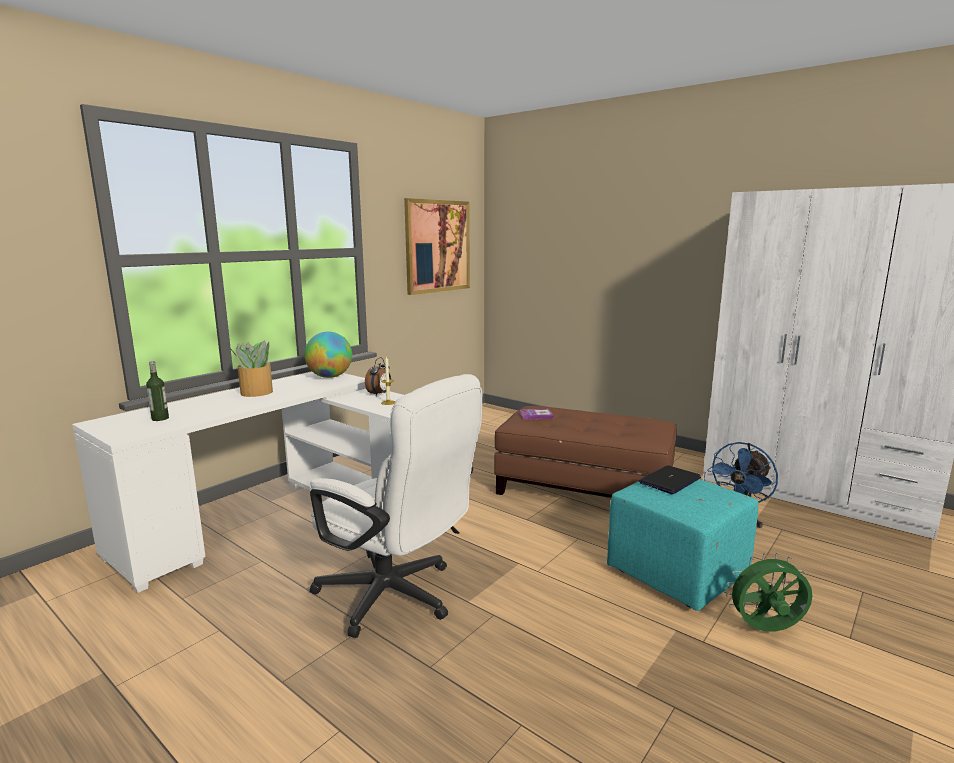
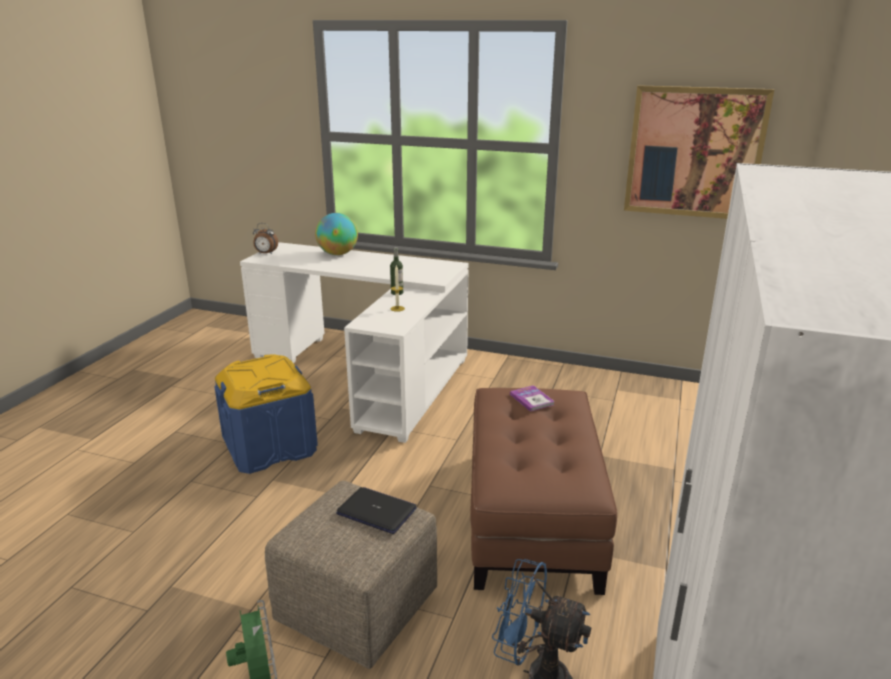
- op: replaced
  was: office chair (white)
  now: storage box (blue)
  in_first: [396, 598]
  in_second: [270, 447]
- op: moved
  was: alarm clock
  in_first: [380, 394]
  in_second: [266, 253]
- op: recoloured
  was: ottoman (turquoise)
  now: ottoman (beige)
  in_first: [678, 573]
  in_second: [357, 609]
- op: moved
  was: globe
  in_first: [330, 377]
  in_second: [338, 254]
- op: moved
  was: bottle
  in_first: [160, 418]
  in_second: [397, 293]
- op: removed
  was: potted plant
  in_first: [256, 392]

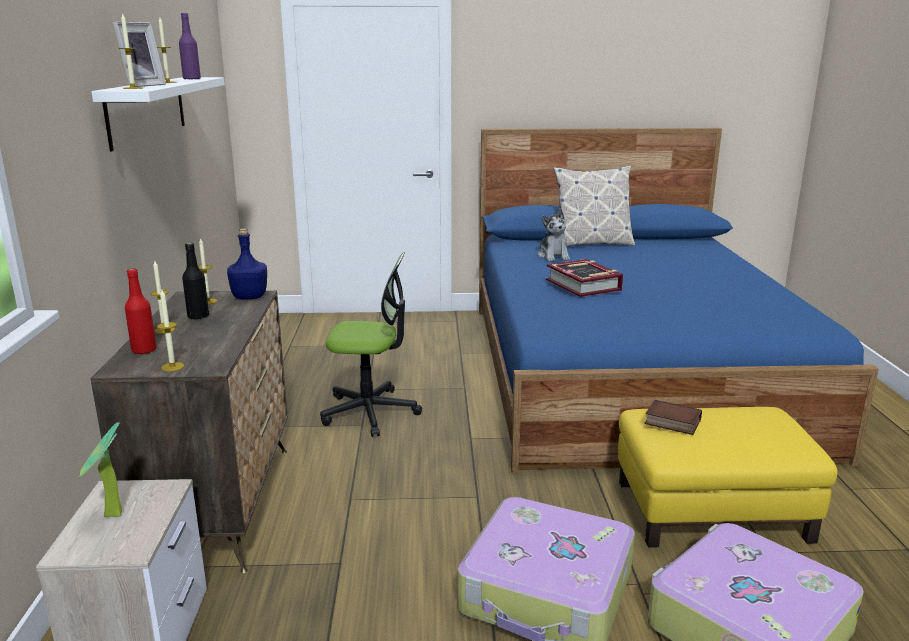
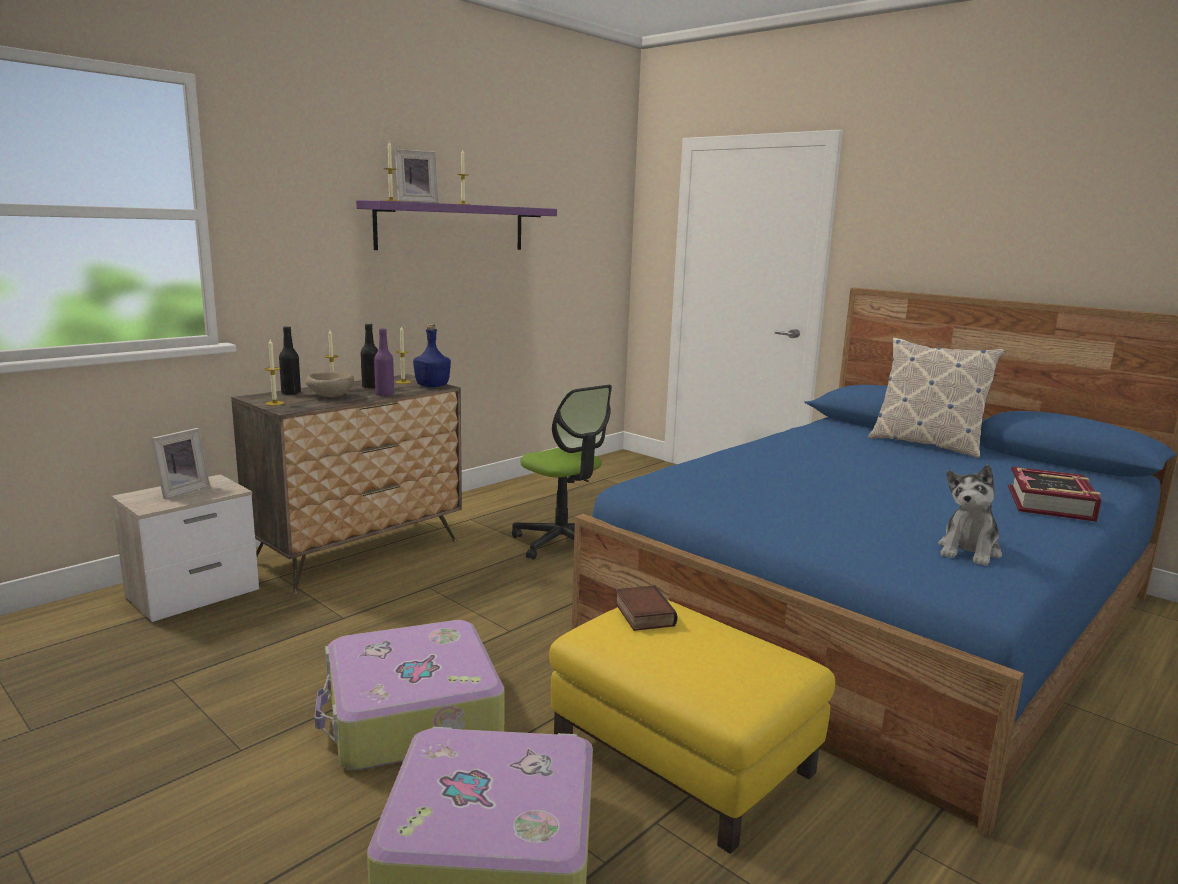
- op: replaced
  was: potted plant
  now: picture frame
  in_first: [110, 517]
  in_second: [181, 490]
- op: recoloured
  was: bottle (red)
  now: bottle (black)
  in_first: [144, 350]
  in_second: [291, 393]
- op: added
  now: bowl (beige)
  in_second: [330, 397]
- op: recoloured
  was: shelf (white)
  now: shelf (purple)
  in_first: [147, 110]
  in_second: [452, 227]
- op: moved
  was: bottle (purple)
  in_first: [192, 79]
  in_second: [384, 394]
- op: moved
  was: plush toy
  in_first: [553, 256]
  in_second: [969, 551]
- op: moved
  was: book
  in_first: [584, 285]
  in_second: [1051, 503]

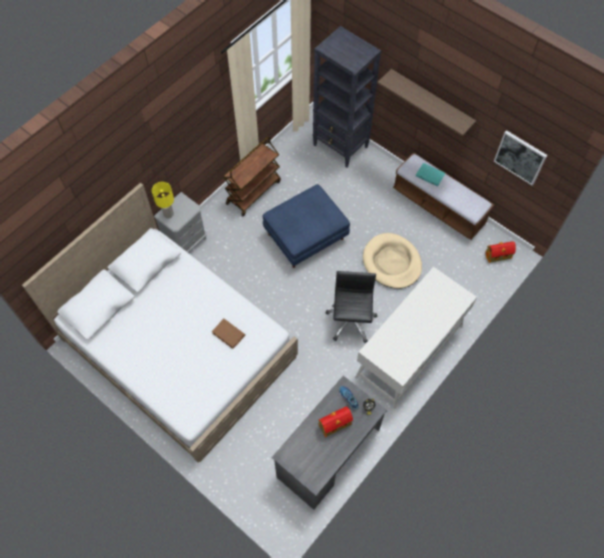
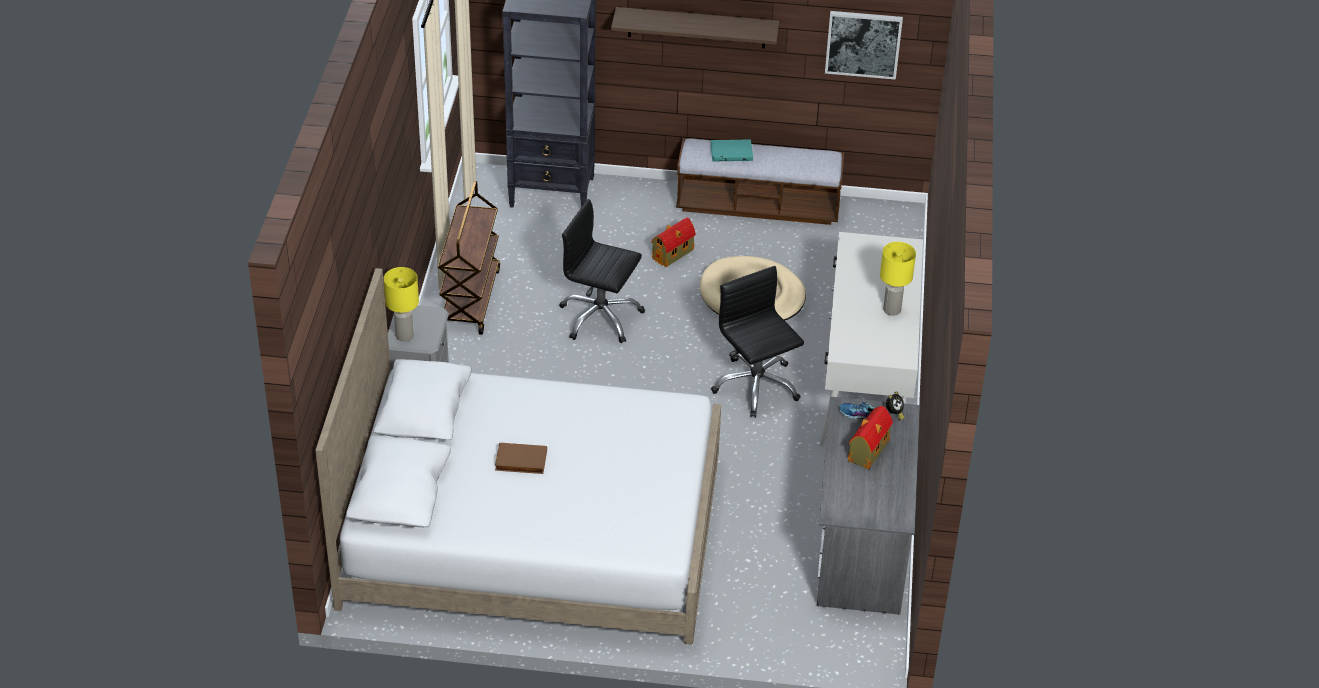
- op: moved
  was: book (brown)
  in_first: [228, 334]
  in_second: [520, 461]
- op: replaced
  was: ottoman (blue)
  now: office chair (black)
  in_first: [306, 236]
  in_second: [600, 317]
- op: moved
  was: toy house
  in_first: [498, 255]
  in_second: [673, 253]
- op: added
  now: table lamp (yellow)
  in_second: [892, 310]

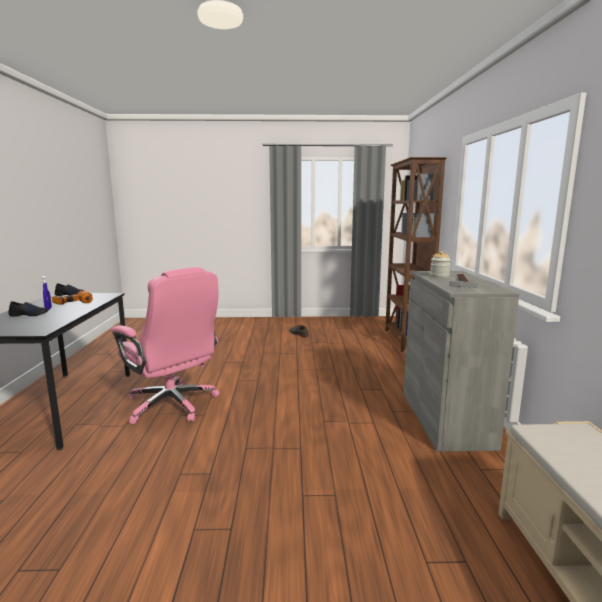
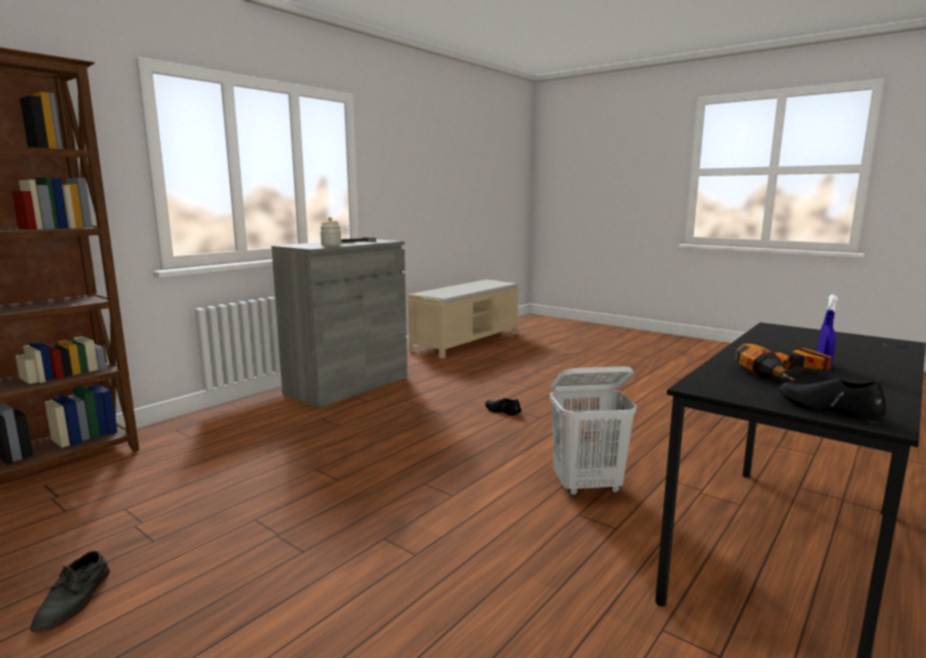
- op: moved
  was: shoe (black)
  in_first: [29, 315]
  in_second: [502, 411]
- op: replaced
  was: office chair (pink)
  now: laundry basket (white)
  in_first: [172, 405]
  in_second: [588, 486]

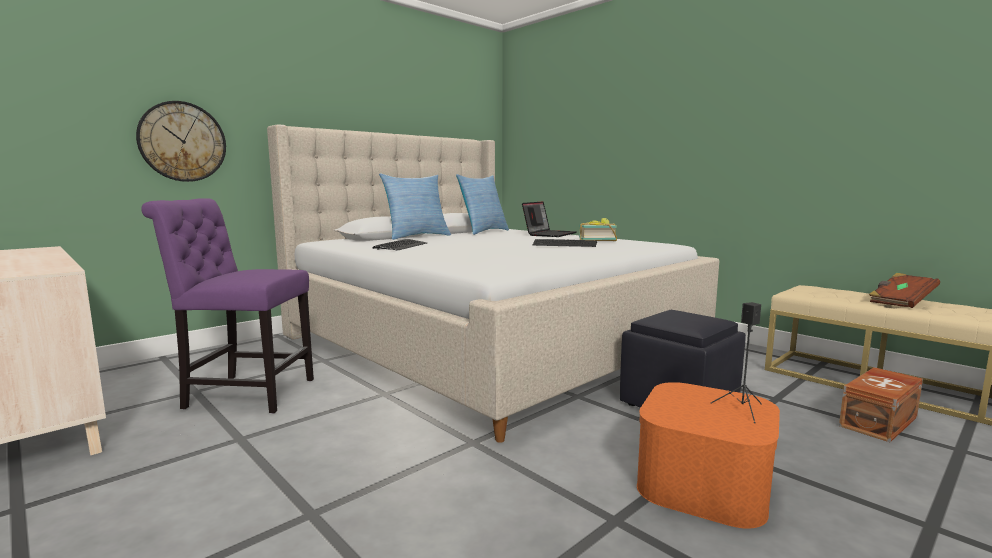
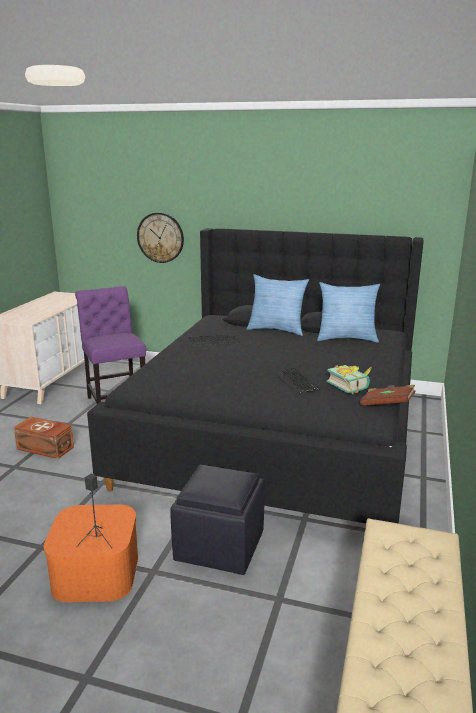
- op: moved
  was: storage box (brown)
  in_first: [880, 421]
  in_second: [45, 448]
- op: recoloured
  was: bed (beige)
  now: bed (black)
  in_first: [487, 341]
  in_second: [277, 435]
- op: moved
  was: book (brown)
  in_first: [900, 302]
  in_second: [387, 405]
- op: removed
  was: laptop
  in_first: [549, 234]

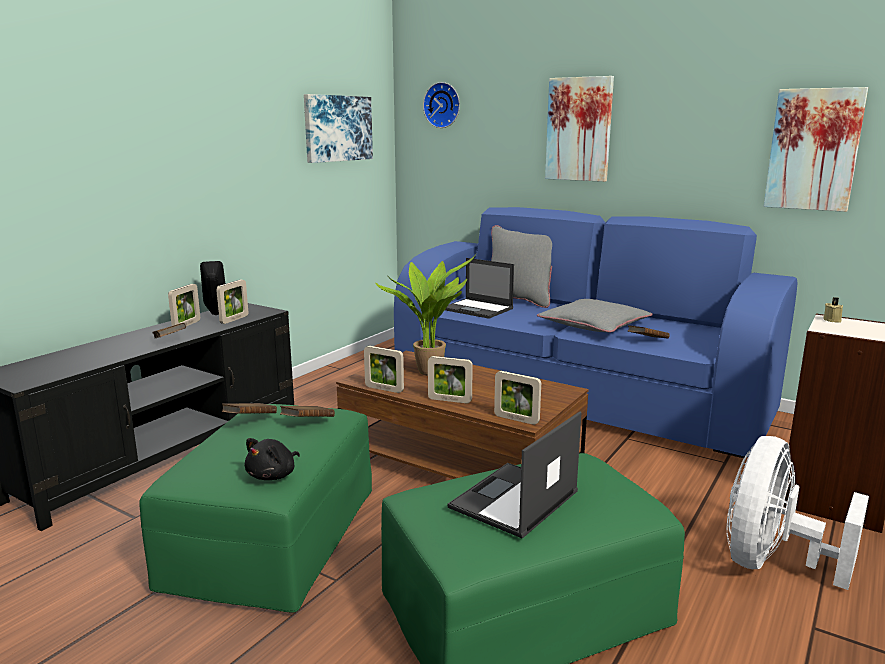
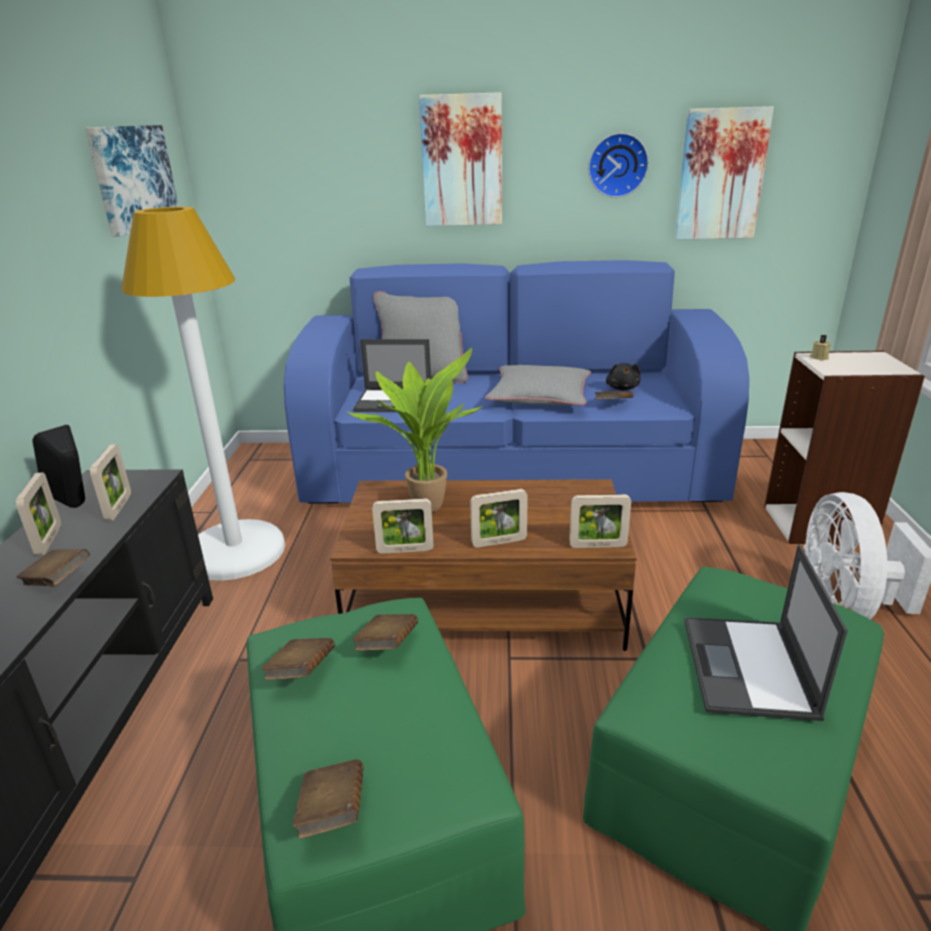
- op: added
  now: floor lamp (white)
  in_second: [236, 551]
- op: added
  now: book (brown)
  in_second: [332, 812]
- op: moved
  was: wall clock
  in_first: [443, 105]
  in_second: [617, 165]
- op: moved
  was: plush toy (black)
  in_first: [273, 475]
  in_second: [622, 388]

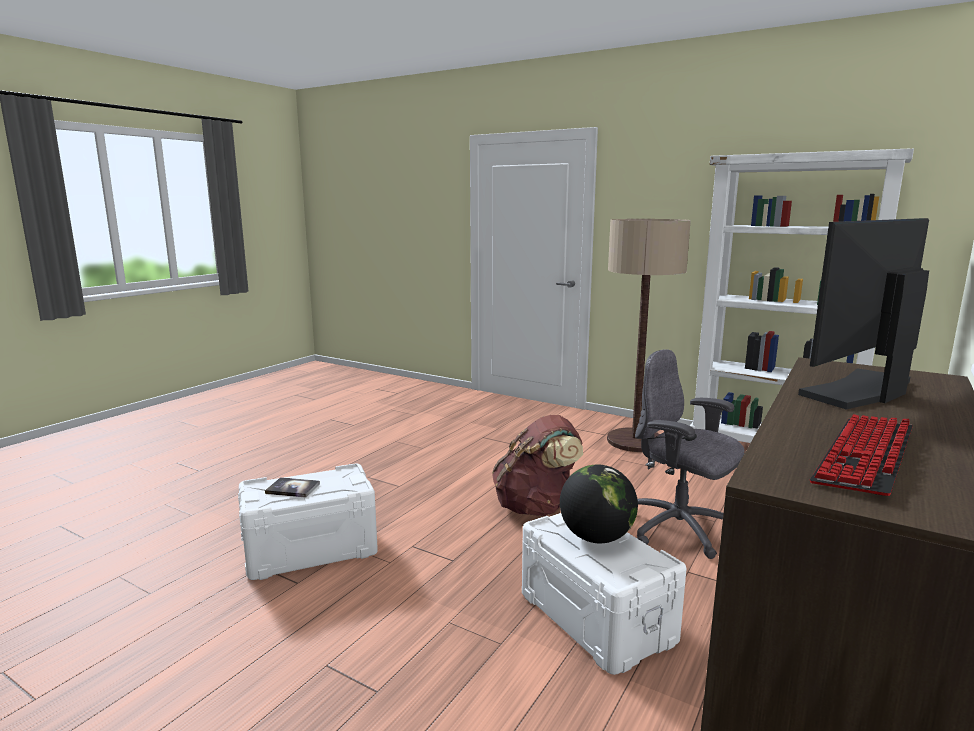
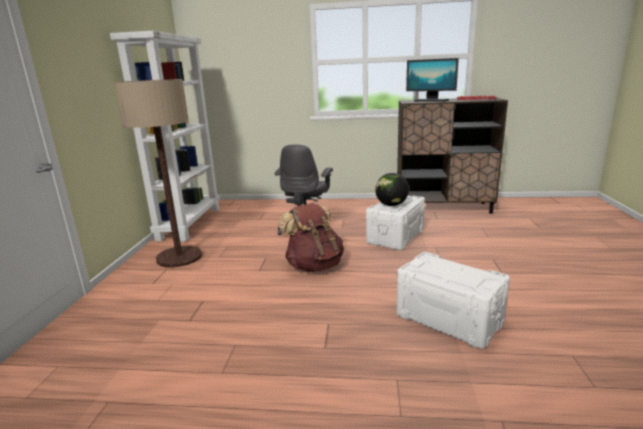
- op: removed
  was: book
  in_first: [292, 488]

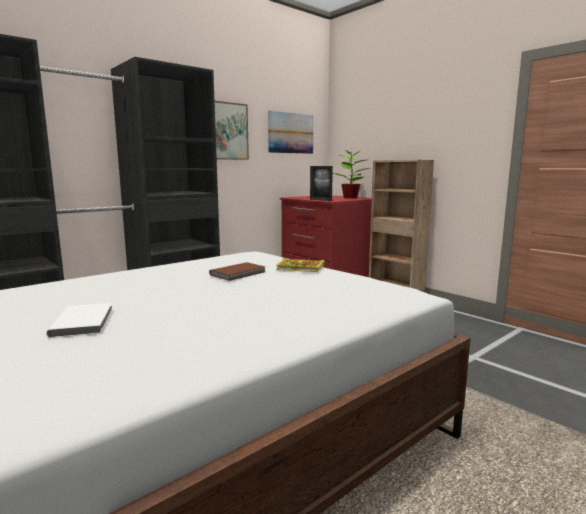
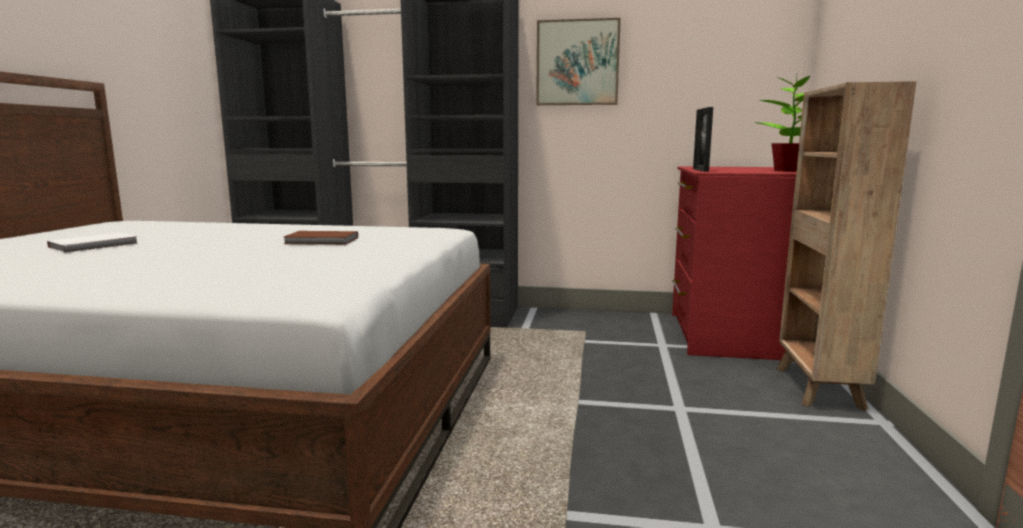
- op: removed
  was: picture
  in_first: [291, 133]
- op: removed
  was: book
  in_first: [301, 268]

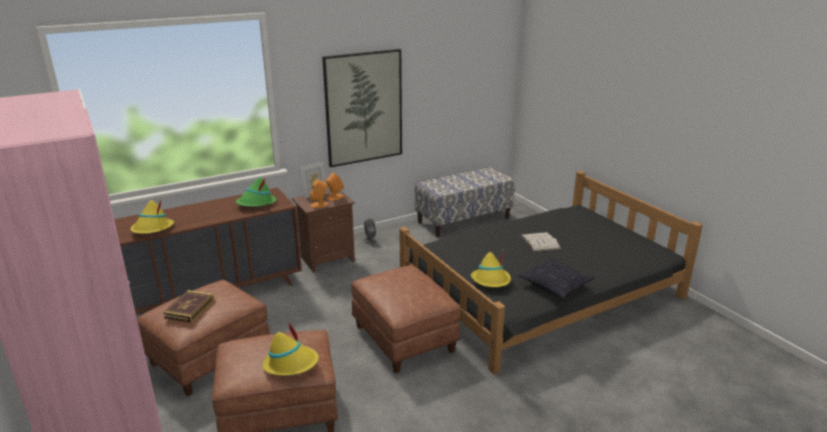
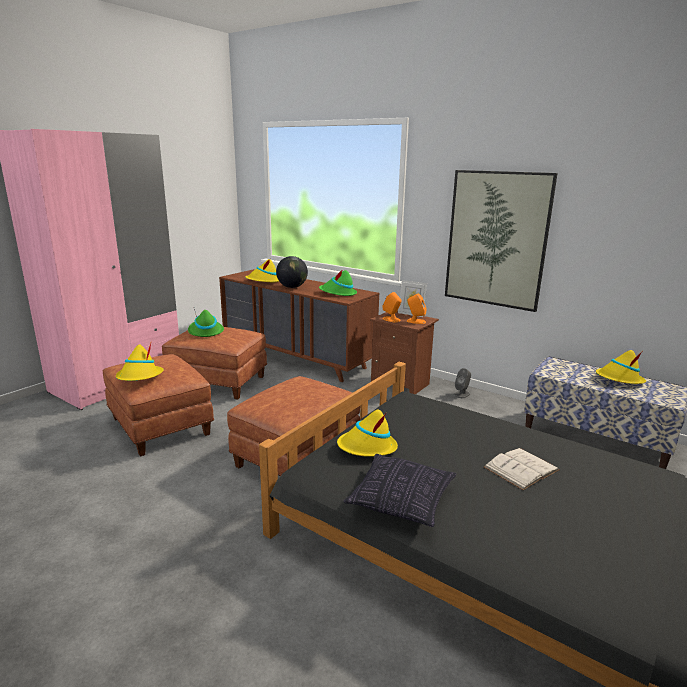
- op: replaced
  was: book
  now: hat (green)
  in_first: [190, 308]
  in_second: [205, 331]
- op: added
  now: globe
  in_second: [292, 287]
- op: added
  now: hat (yellow)
  in_second: [619, 379]

